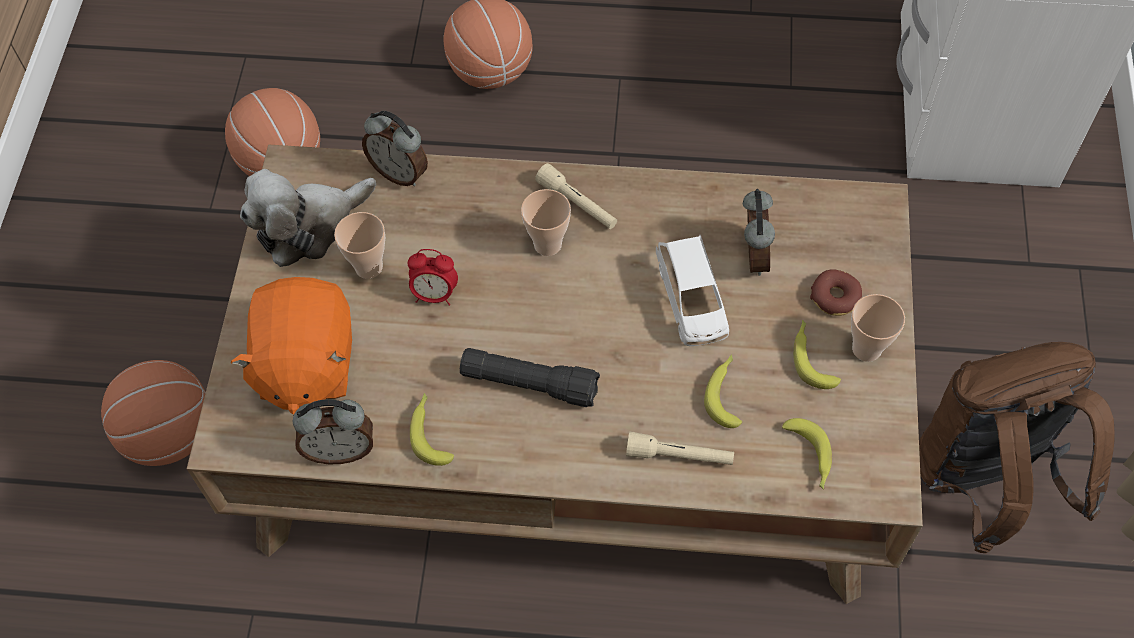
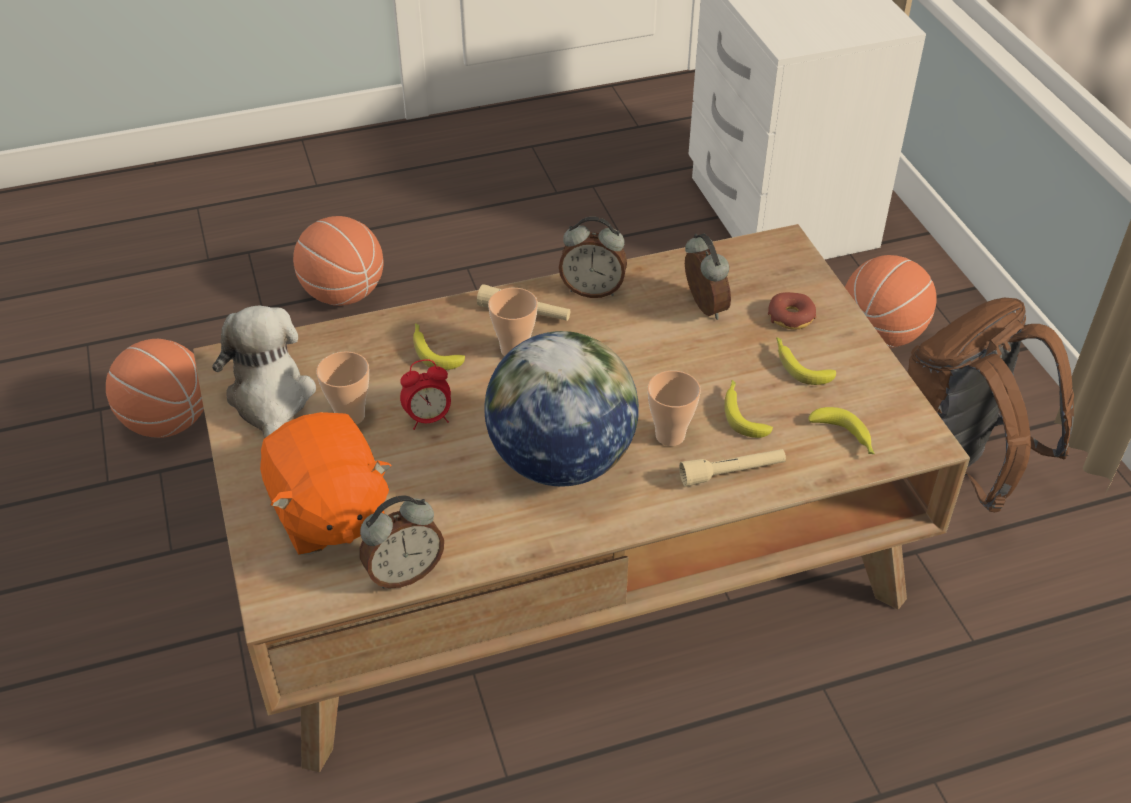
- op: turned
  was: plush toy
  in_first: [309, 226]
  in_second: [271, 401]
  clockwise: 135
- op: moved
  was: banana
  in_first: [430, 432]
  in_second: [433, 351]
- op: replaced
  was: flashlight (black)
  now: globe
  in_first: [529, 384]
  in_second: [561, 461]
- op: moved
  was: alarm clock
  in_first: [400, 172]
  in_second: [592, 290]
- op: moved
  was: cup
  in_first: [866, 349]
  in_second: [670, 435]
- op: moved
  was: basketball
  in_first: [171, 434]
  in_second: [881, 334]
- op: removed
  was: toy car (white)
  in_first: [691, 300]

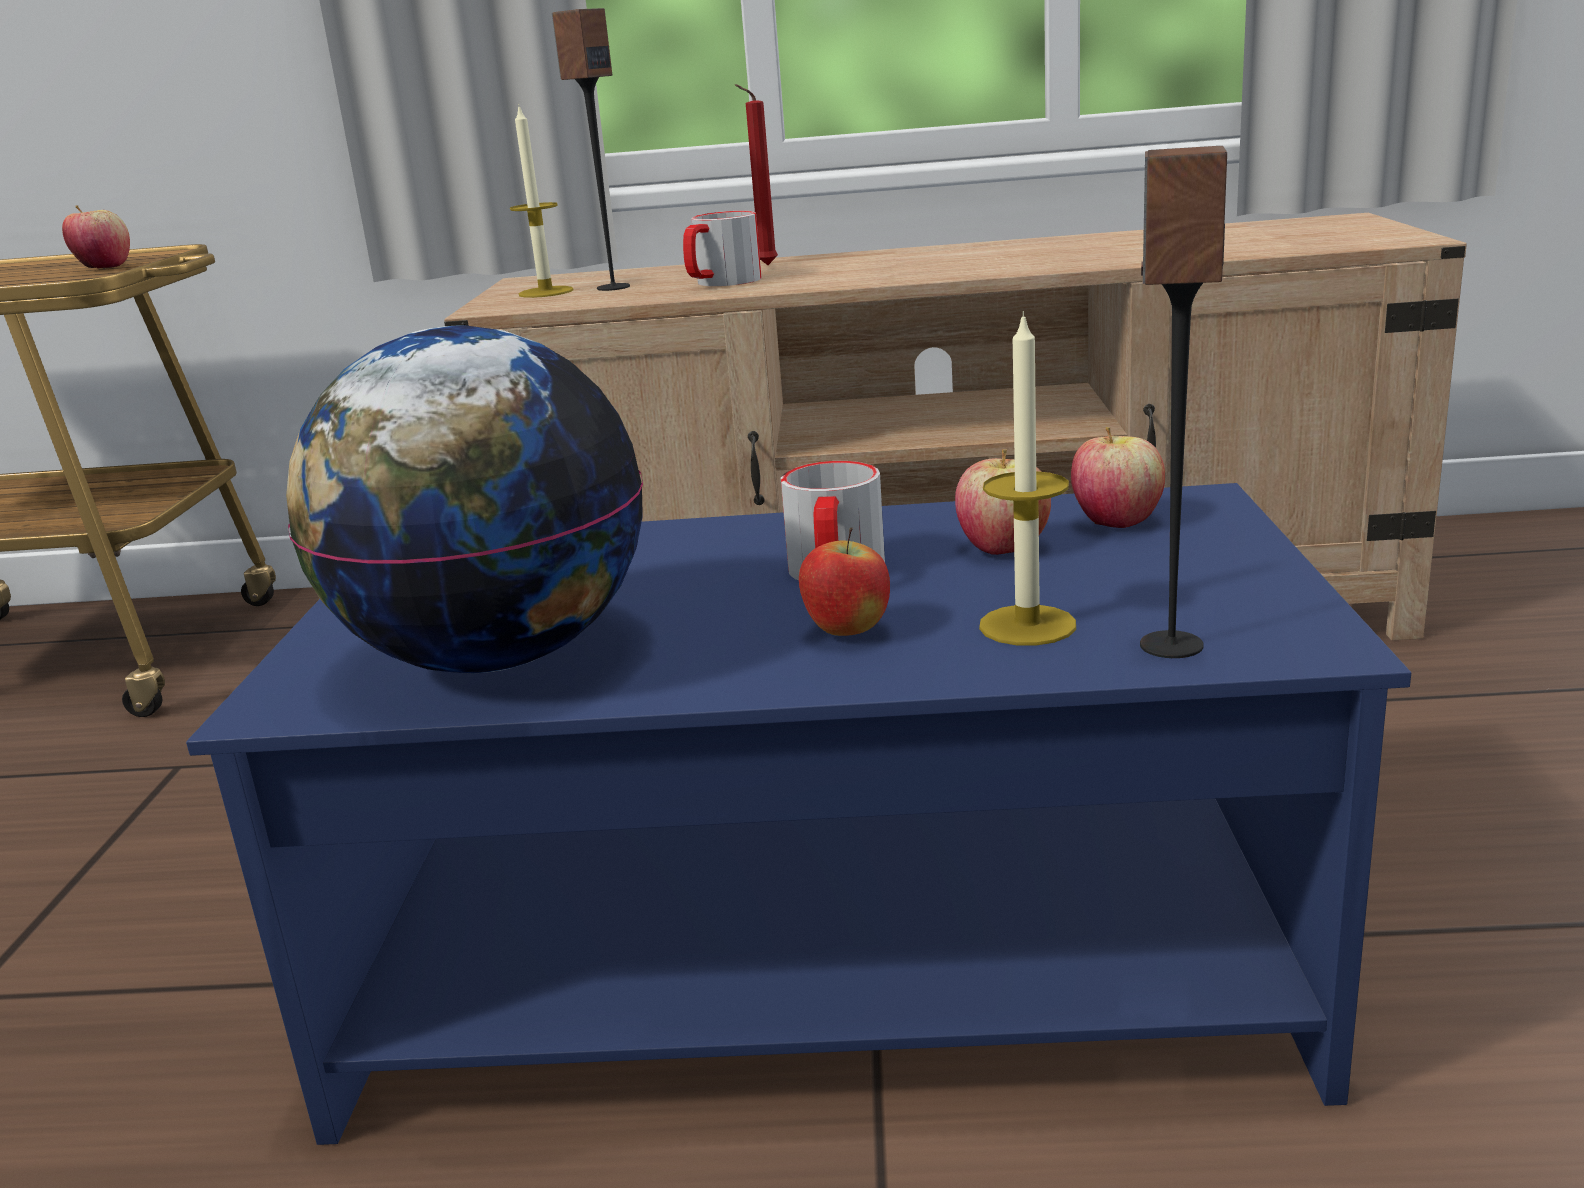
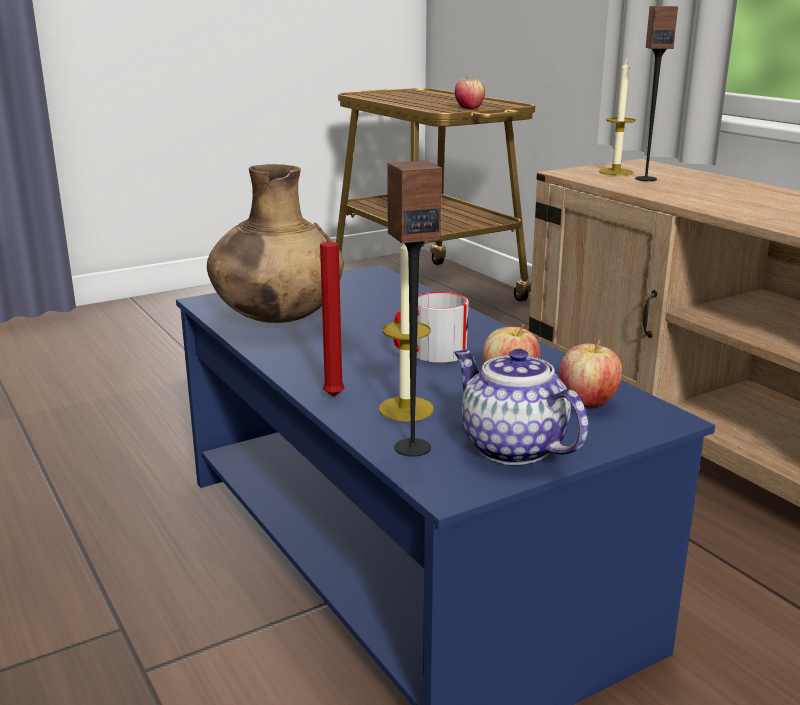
- op: replaced
  was: globe
  now: vase (brown)
  in_first: [495, 657]
  in_second: [277, 319]
- op: moved
  was: candle (red)
  in_first: [764, 265]
  in_second: [331, 395]
- op: added
  now: teapot
  in_second: [510, 447]
- op: removed
  was: mug
  in_first: [721, 282]
- op: removed
  was: apple
  in_first: [847, 632]

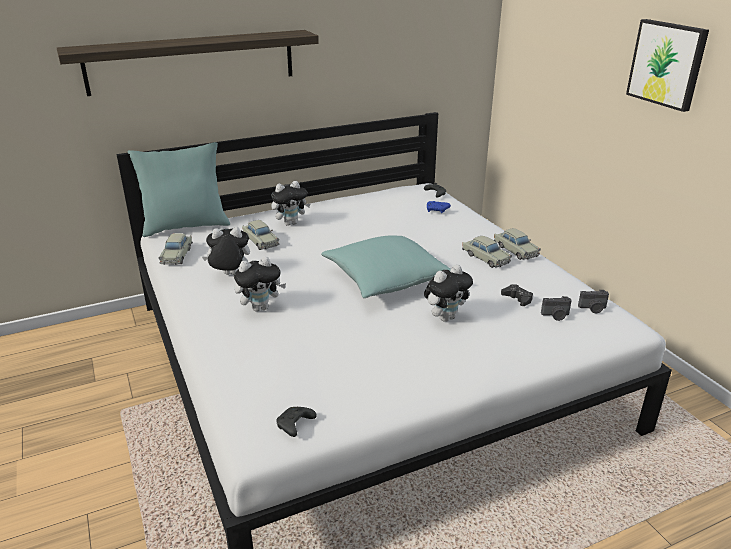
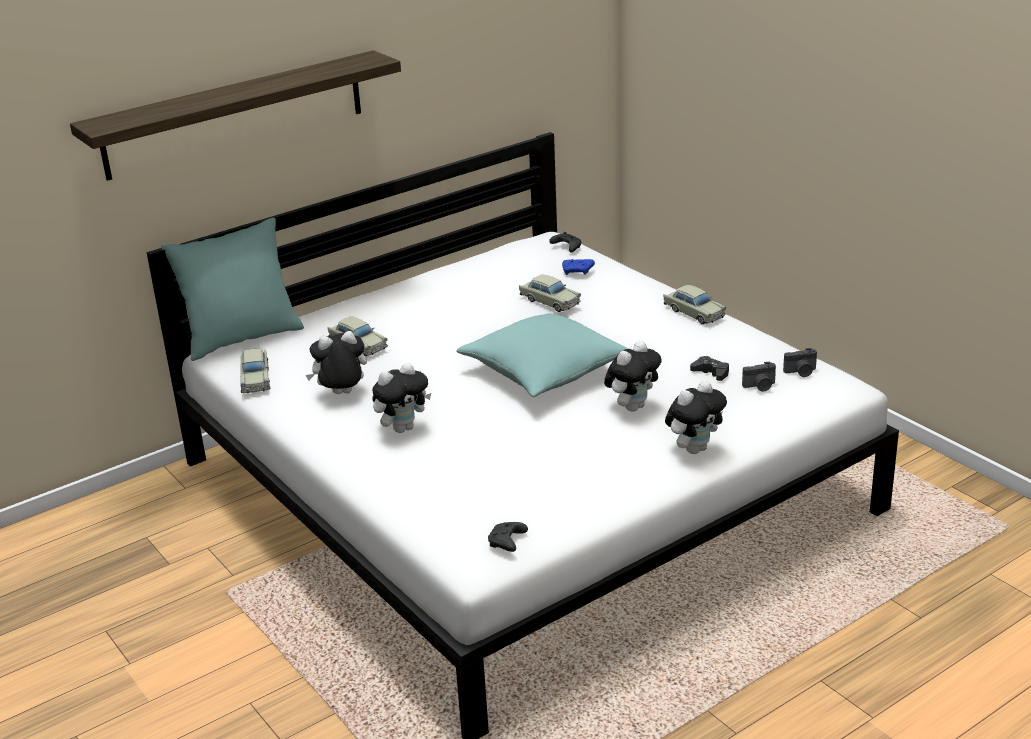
- op: moved
  was: toy car (beige)
  in_first: [485, 258]
  in_second: [550, 301]
- op: moved
  was: plush toy
  in_first: [290, 223]
  in_second: [694, 448]
- op: removed
  was: picture
  in_first: [667, 64]

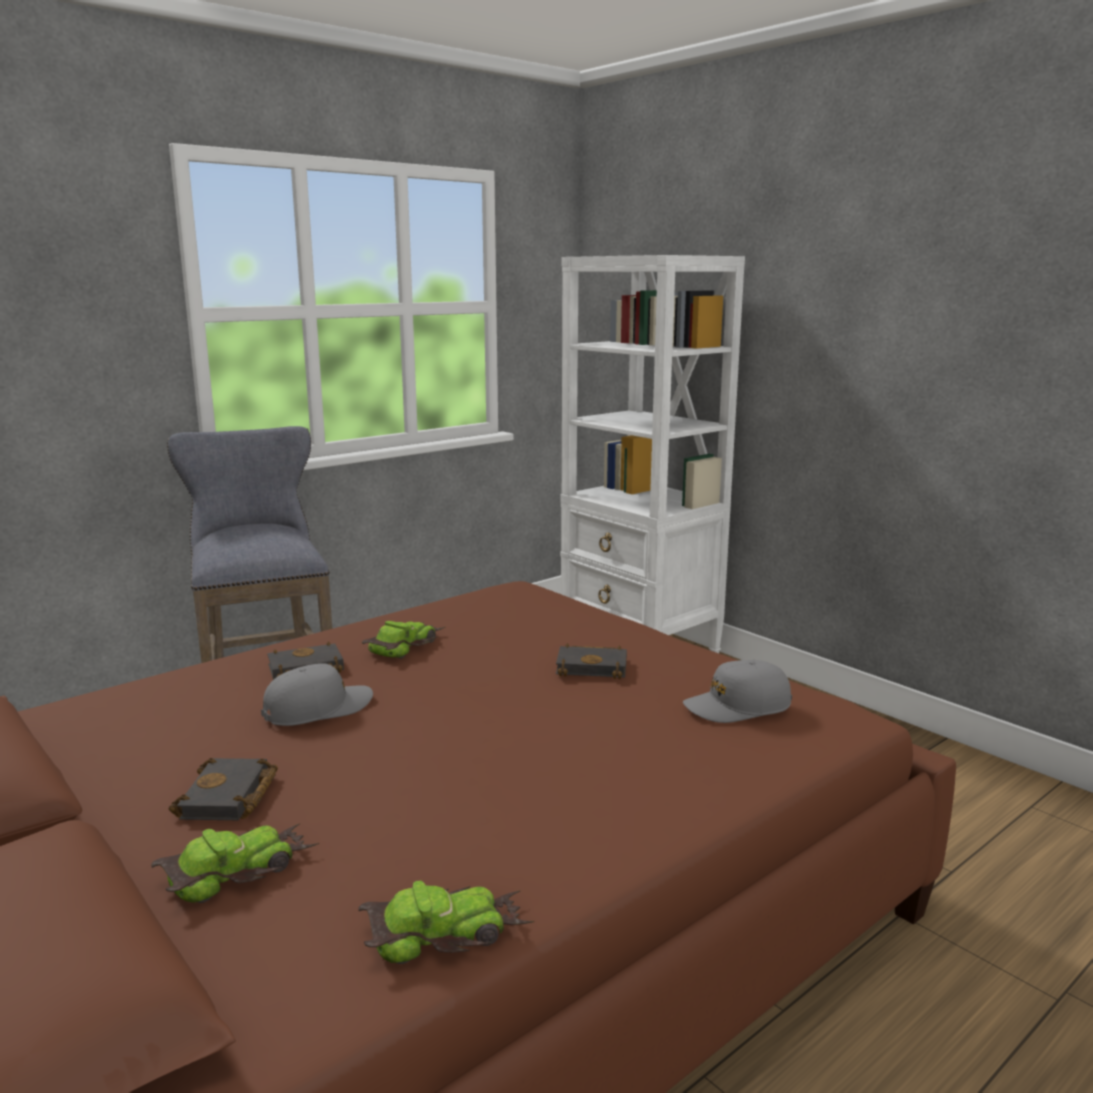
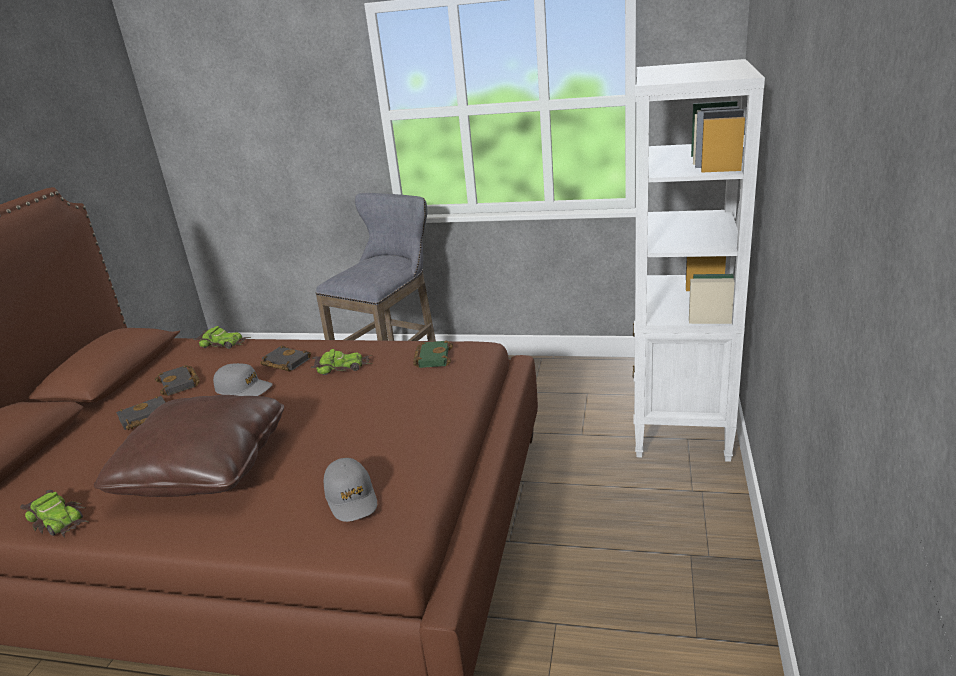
- op: added
  now: pillow (brown)
  in_second: [204, 467]
- op: moved
  was: book (black)
  in_first: [593, 667]
  in_second: [180, 384]
- op: moved
  was: toy car
  in_first: [237, 870]
  in_second: [223, 343]
- op: turned
  was: cap (grey)
  in_first: [737, 707]
  in_second: [351, 497]
  clockwise: -150
- op: added
  now: book (green)
  in_second: [432, 357]

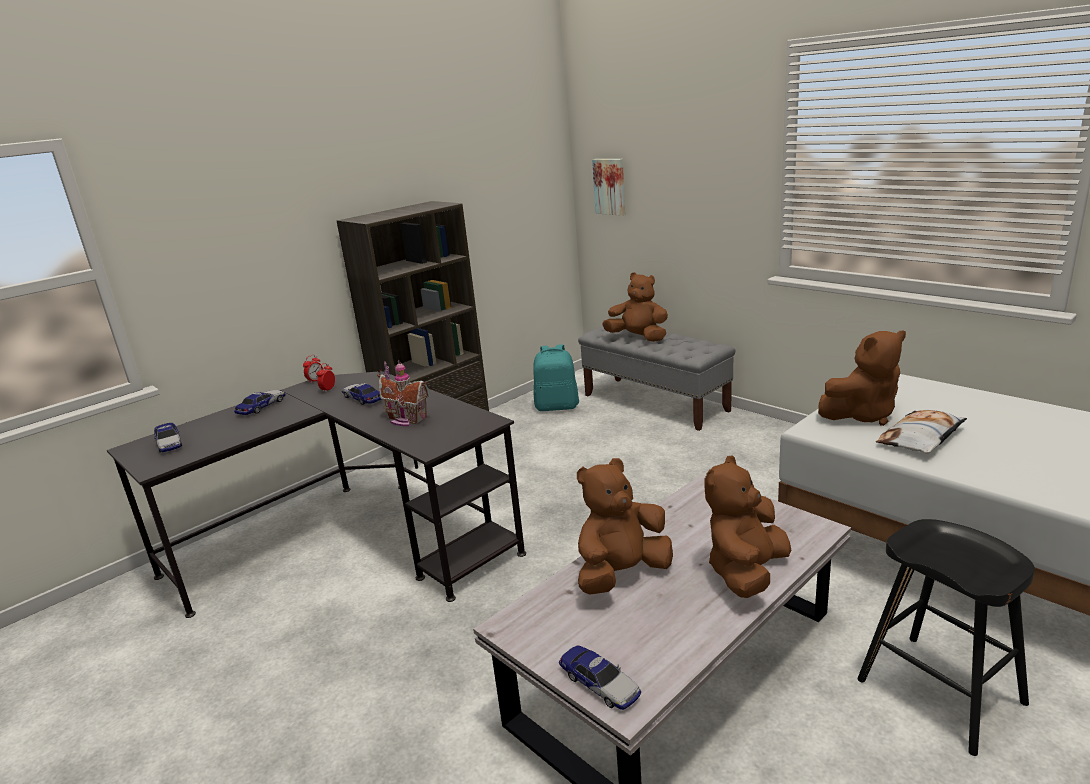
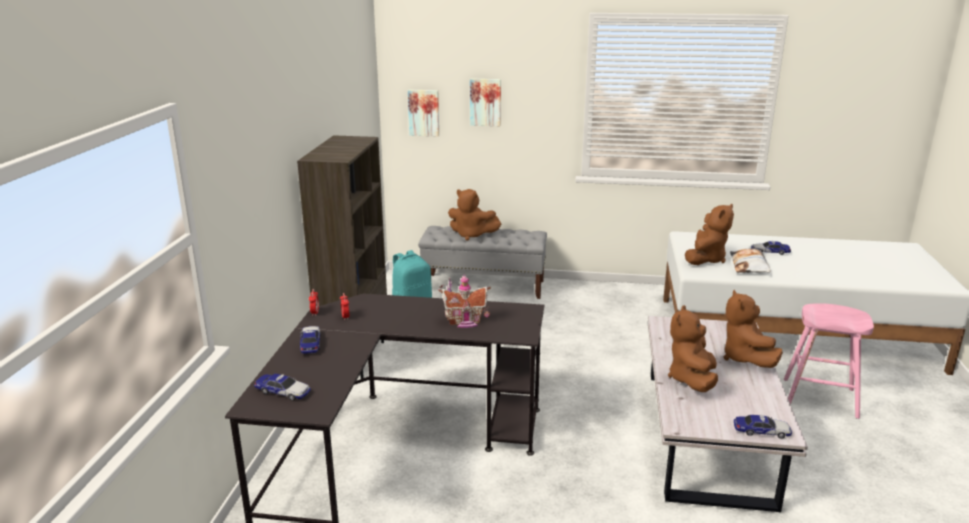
- op: turned
  was: plush toy (brown)
  in_first: [638, 338]
  in_second: [472, 235]
  clockwise: -150
- op: added
  now: picture
  in_second: [485, 102]
- op: moved
  was: toy car
  in_first: [362, 398]
  in_second: [770, 252]
- op: recoloured
  was: stool (black)
  now: stool (pink)
  in_first: [939, 691]
  in_second: [819, 398]

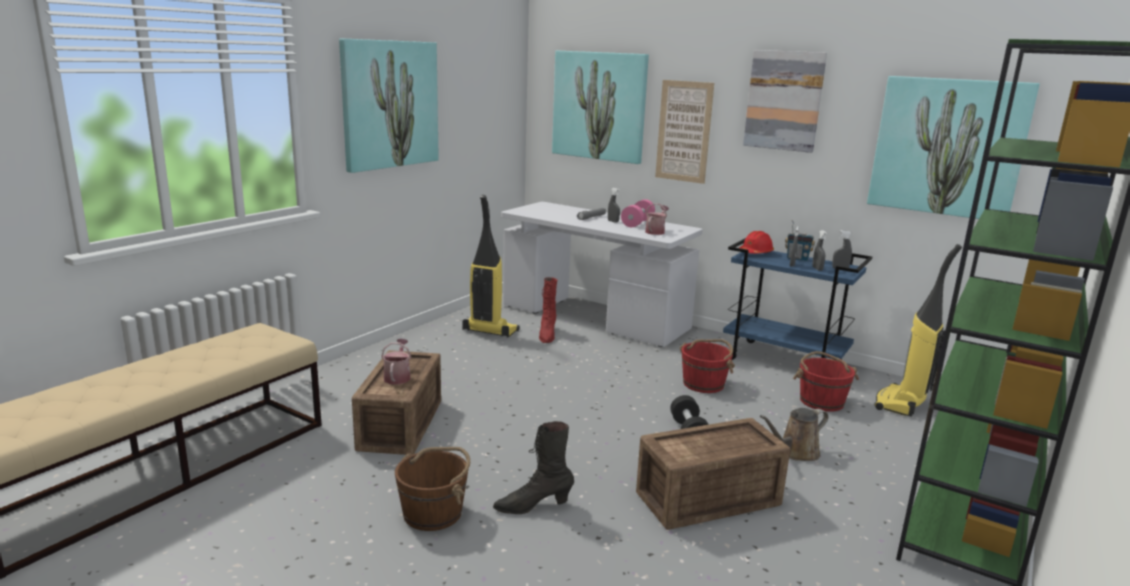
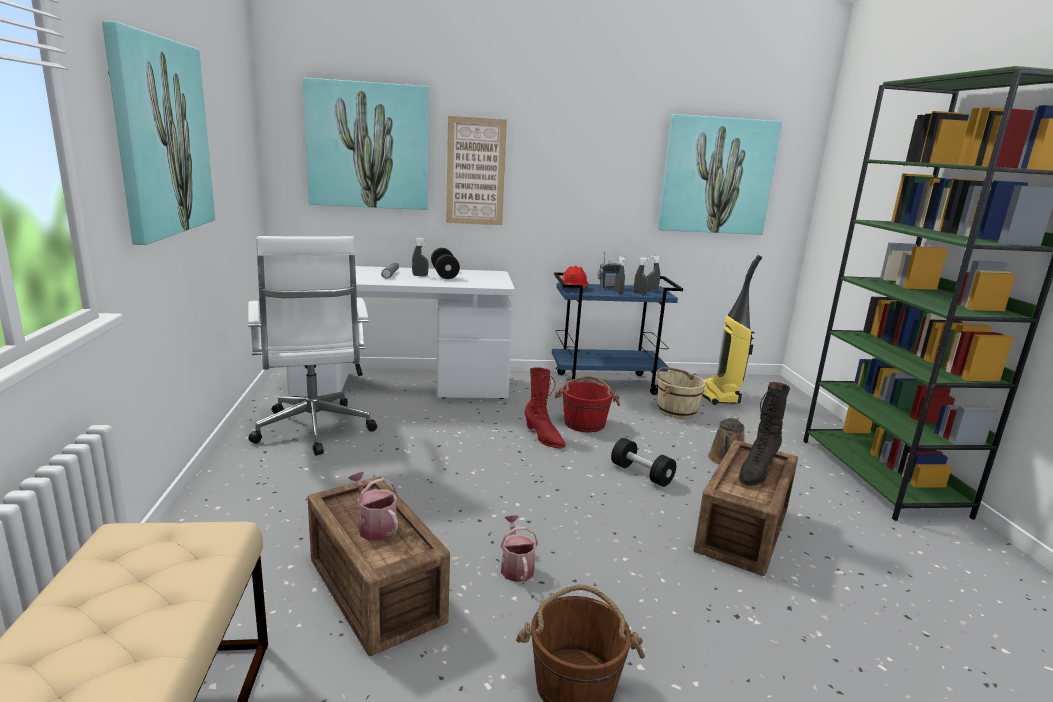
- op: replaced
  was: vacuum cleaner
  now: office chair (white)
  in_first: [489, 331]
  in_second: [314, 431]
- op: recoloured
  was: dumbbell (pink)
  now: dumbbell (black)
  in_first: [637, 223]
  in_second: [444, 274]
- op: moved
  was: watering can
  in_first: [656, 231]
  in_second: [516, 567]
- op: moved
  was: boot (red)
  in_first: [547, 335]
  in_second: [543, 438]
- op: recoloured
  was: bucket (red)
  now: bucket (beige)
  in_first: [821, 401]
  in_second: [676, 410]
- op: moved
  was: boot (black)
  in_first: [533, 506]
  in_second: [756, 472]
- op: removed
  was: picture
  in_first: [784, 101]

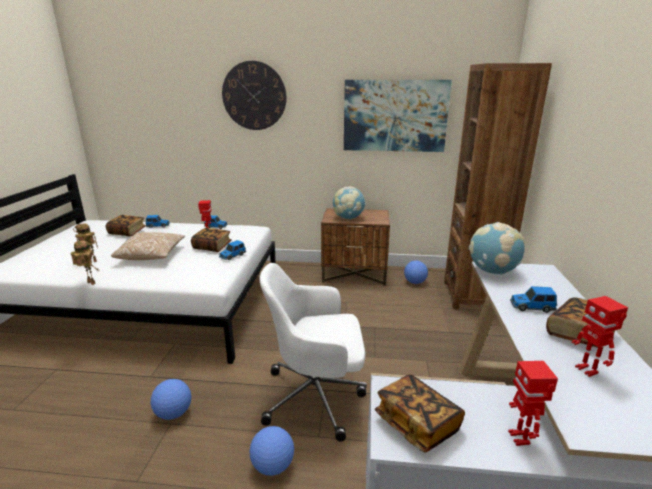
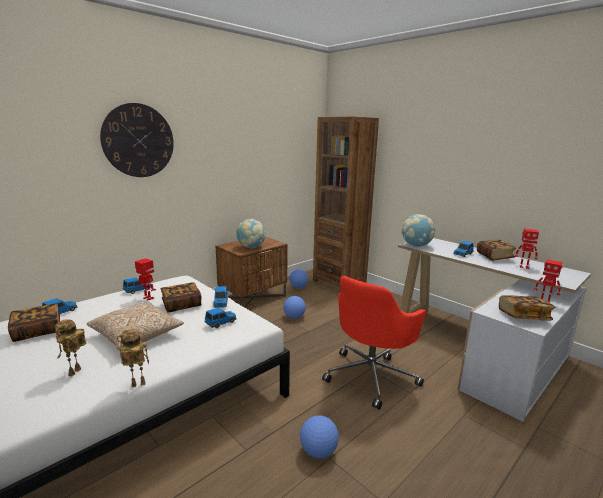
- op: added
  now: toy car
  in_second: [221, 323]
- op: moved
  was: football
  in_first: [273, 466]
  in_second: [294, 317]
- op: recoloured
  was: office chair (white)
  now: office chair (red)
  in_first: [316, 396]
  in_second: [371, 375]
- op: removed
  was: picture
  in_first: [395, 116]

